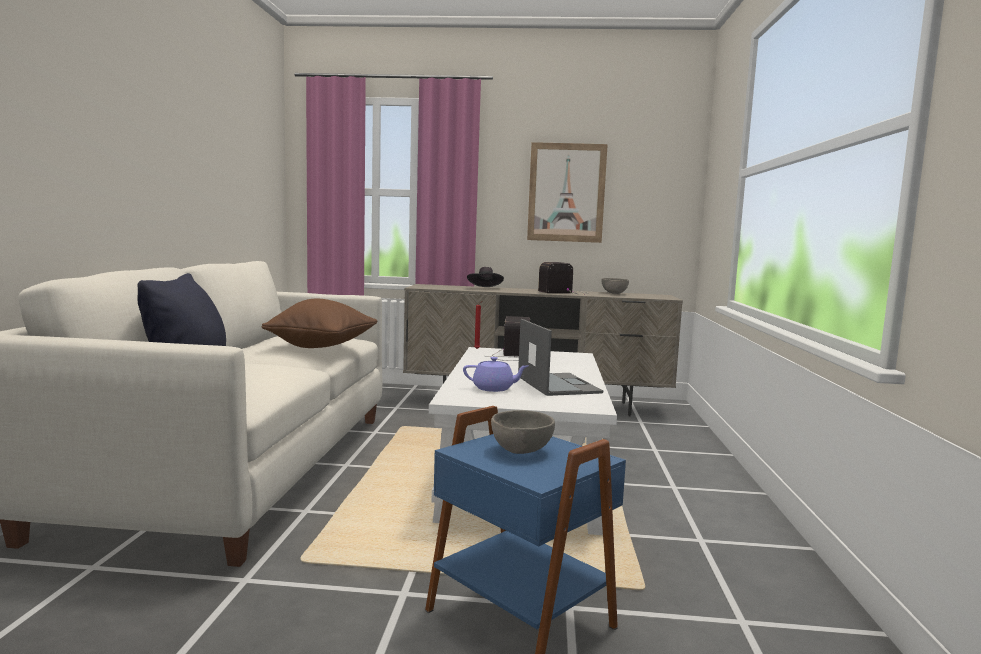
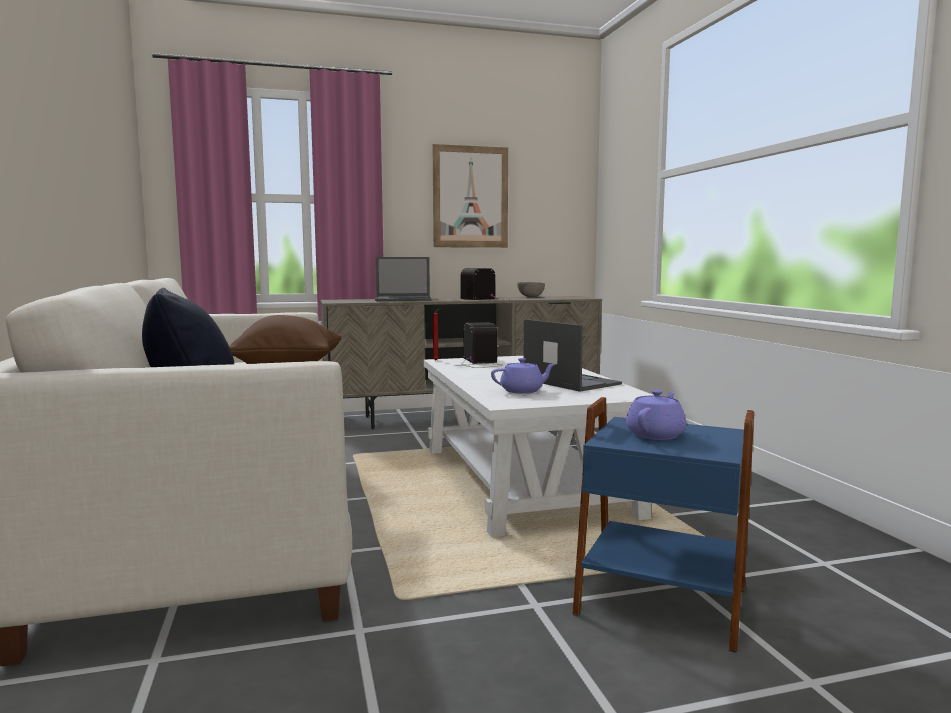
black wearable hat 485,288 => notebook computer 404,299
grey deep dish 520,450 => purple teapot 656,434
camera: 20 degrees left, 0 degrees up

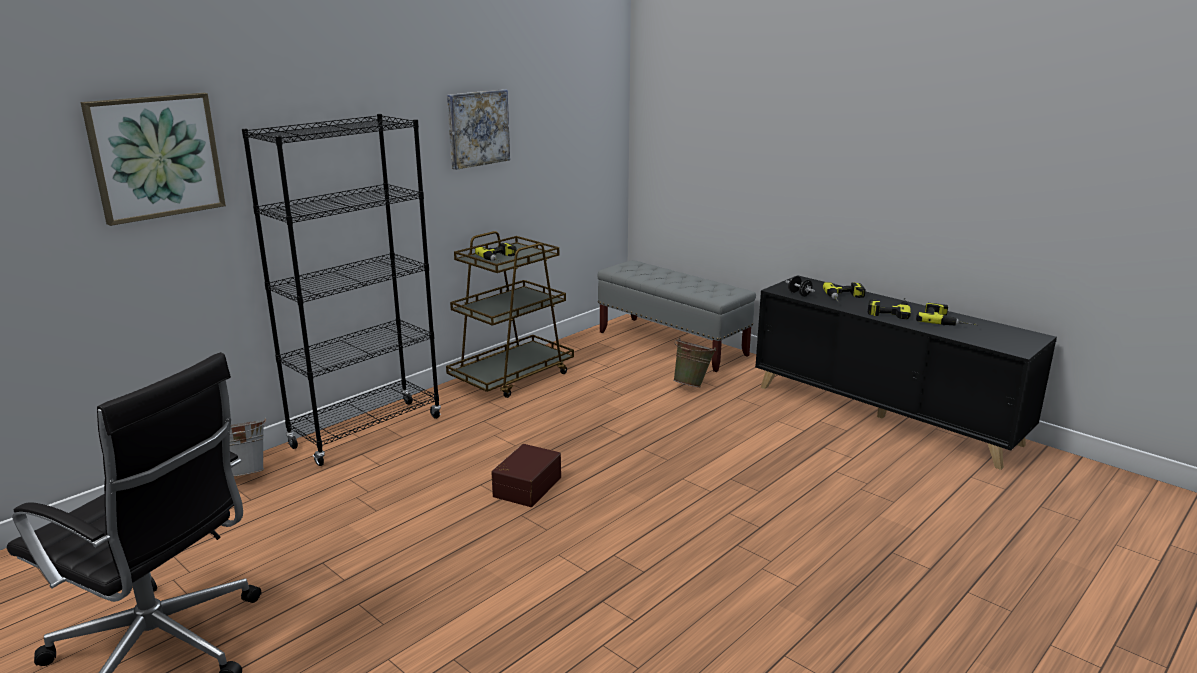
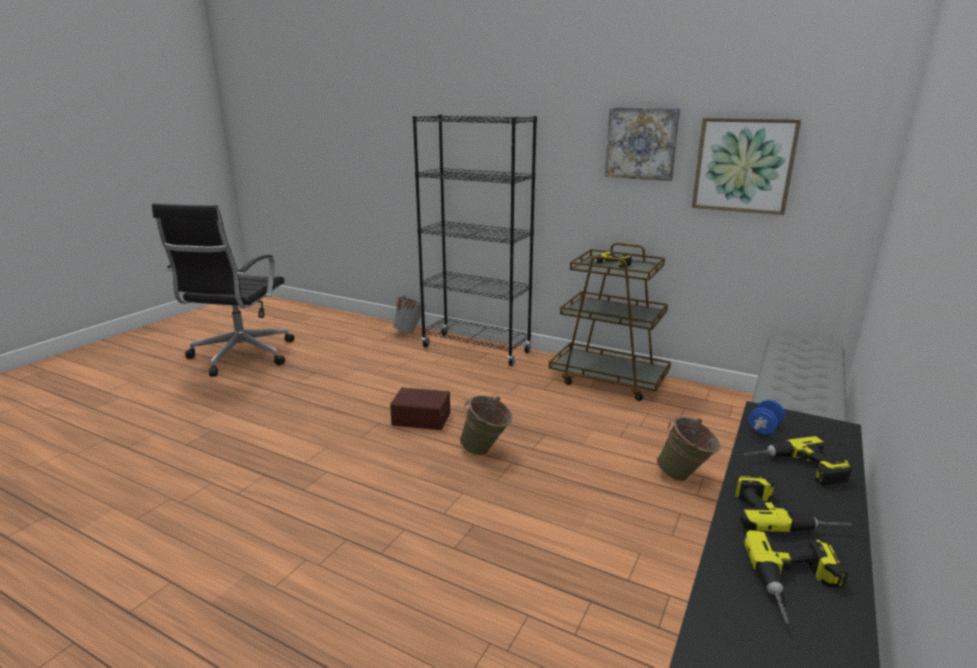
wall art 156,157 => wall art 743,165, move
black hand weight 799,294 => blue hand weight 764,428
nothing => greenish pail 486,451
camera: 75 degrees right, 0 degrees up

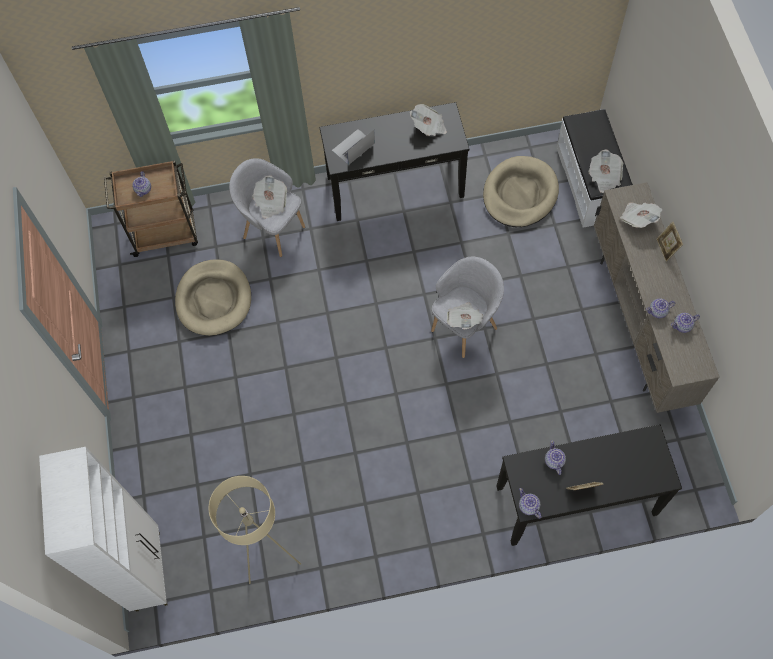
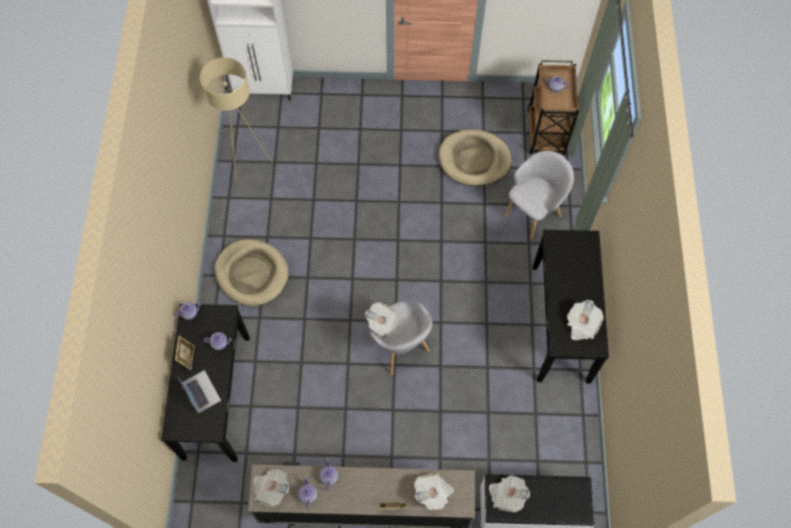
notebook computer 353,147 => notebook computer 201,391, move
beige-coloured dog cushion 520,194 => beige-coloured dog cushion 252,273, move
daily paper 271,203 => daily paper 271,488, move
camera: 100 degrees right, 0 degrees up

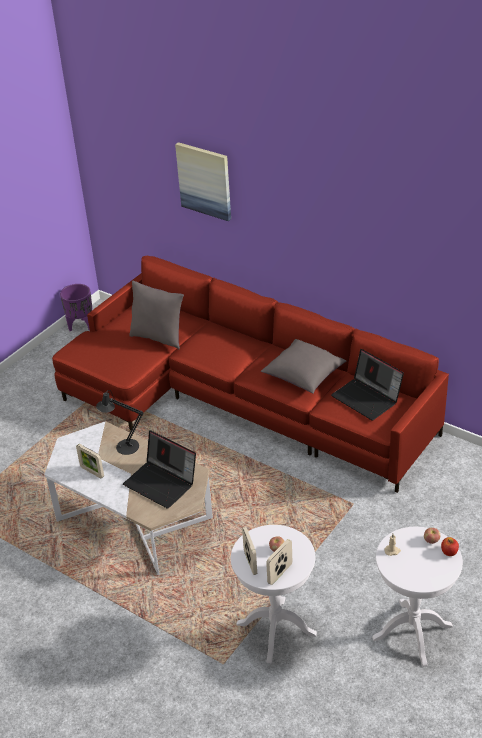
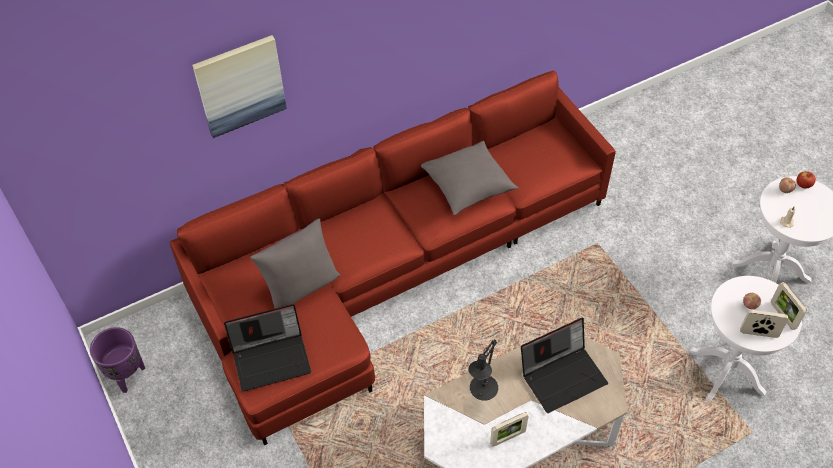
notebook computer 367,398 => notebook computer 272,358, move
camera: 65 degrees left, 15 degrees up

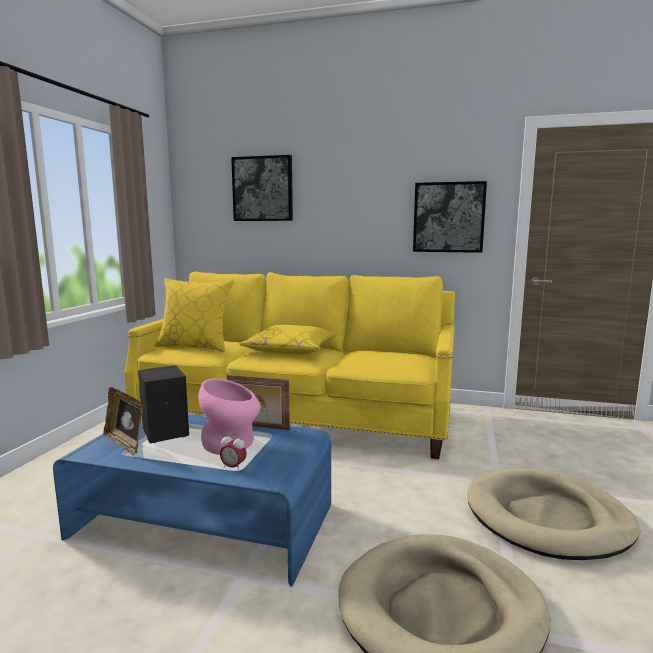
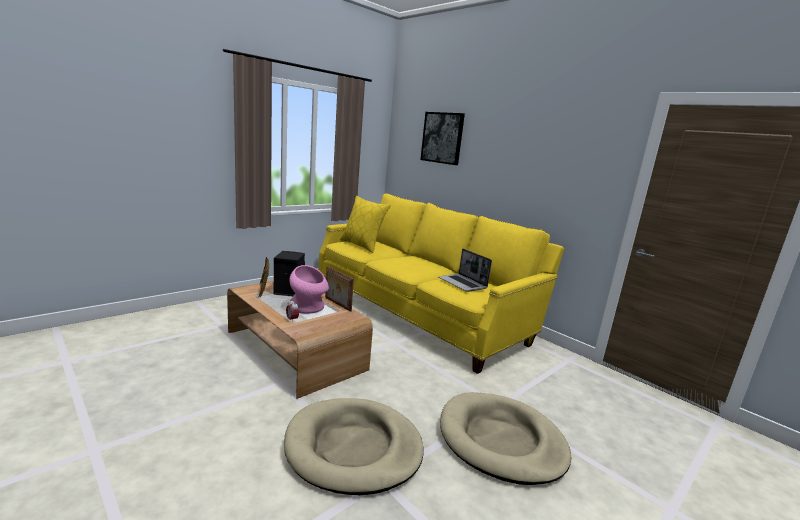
wall art 448,217 => nothing
yellow cushion 290,350 => nothing
blue lounge table 204,521 => brown-coloured lounge table 295,350
nothing => notebook computer 463,284
camera: 30 degrees right, 5 degrees up

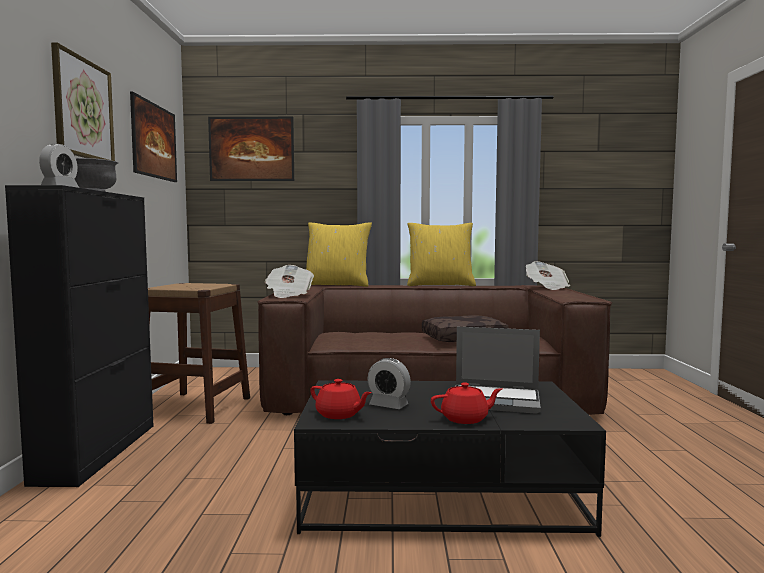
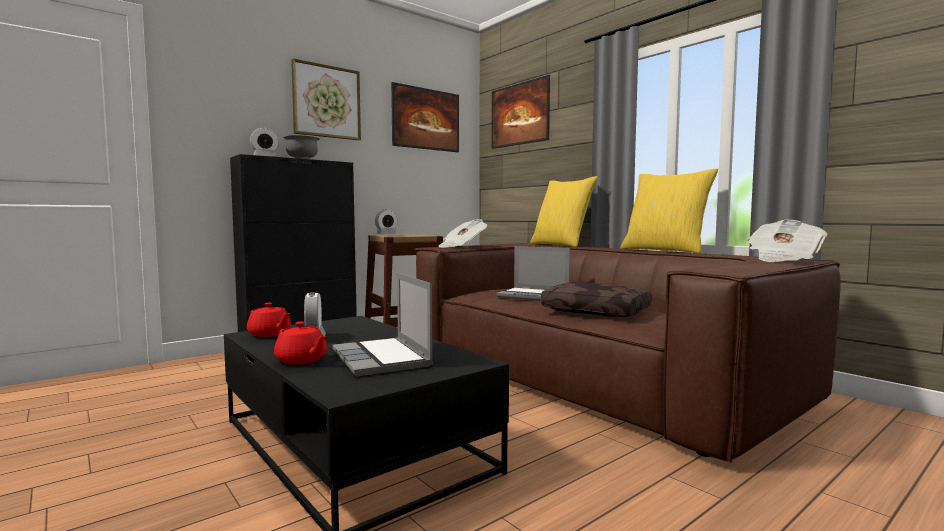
red teapot 339,414 => red teapot 269,334, 45 degrees counterclockwise
nothing => bedside clock 386,234
nothing => notebook computer 534,296
camera: 50 degrees right, 0 degrees up

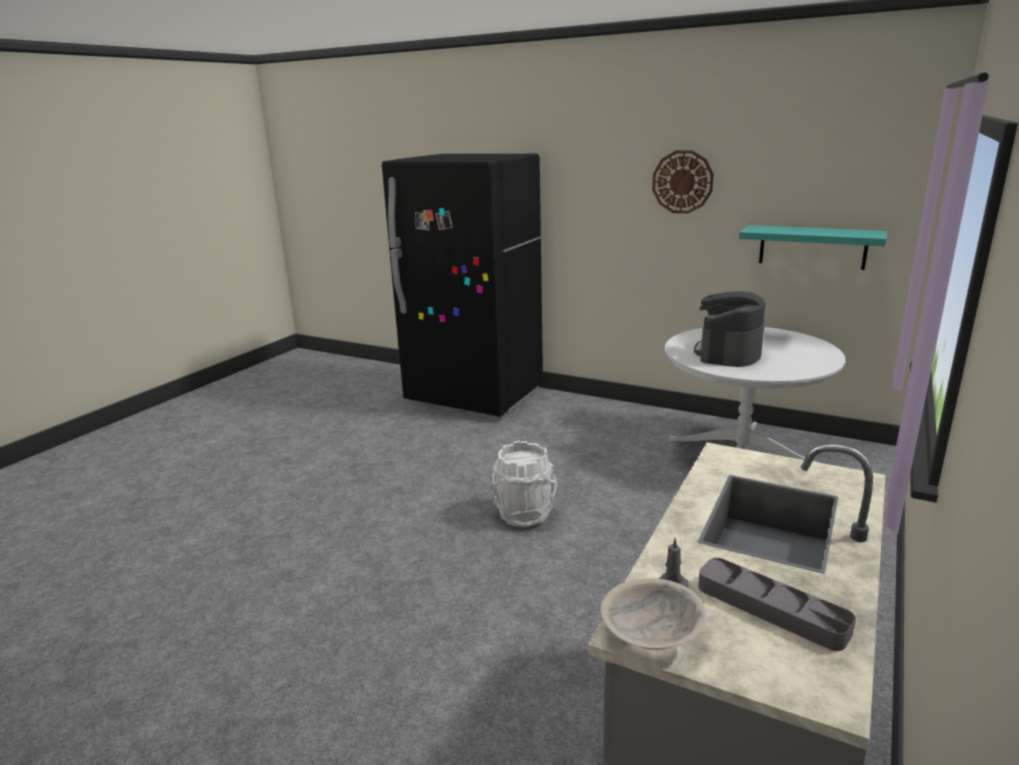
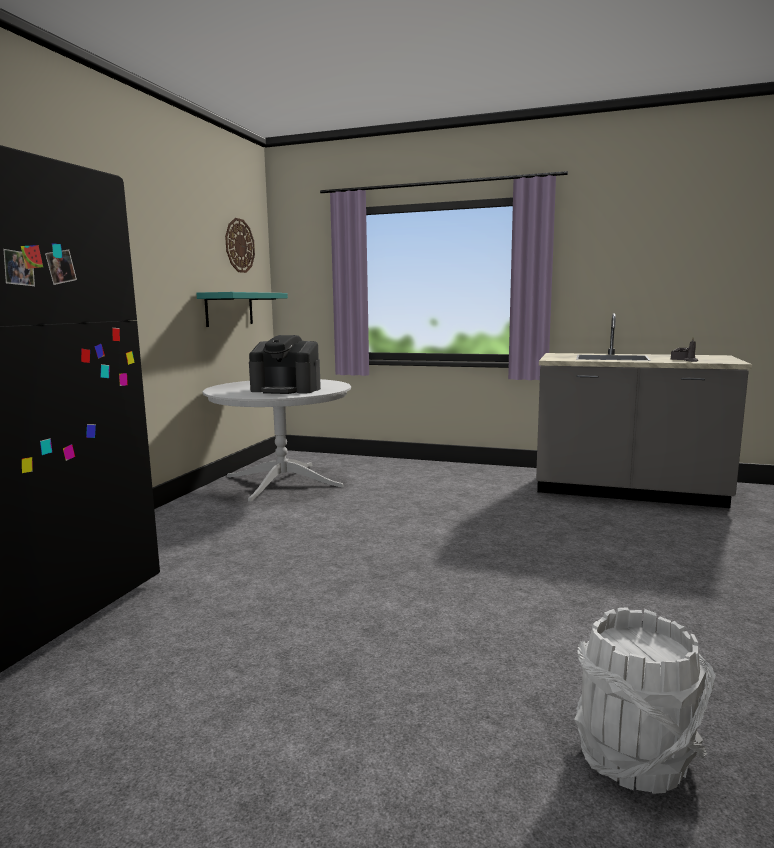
wall clock 682,182 => wall clock 239,245, move
white pail 523,514 => white pail 634,758, move
beige-coloured deep dish 652,635 => nothing
camera: 100 degrees left, 10 degrees down

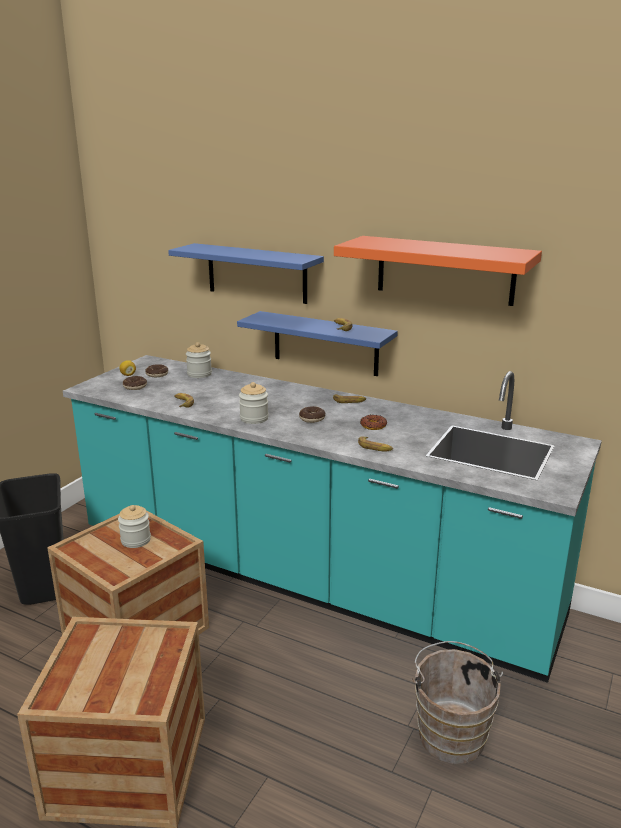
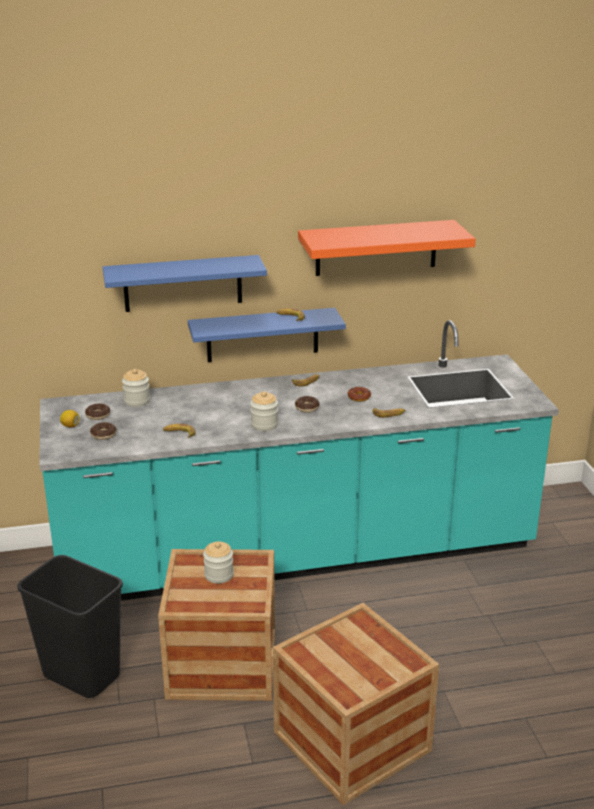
brown-coloured pail 450,732 => nothing
camera: 40 degrees left, 5 degrees up

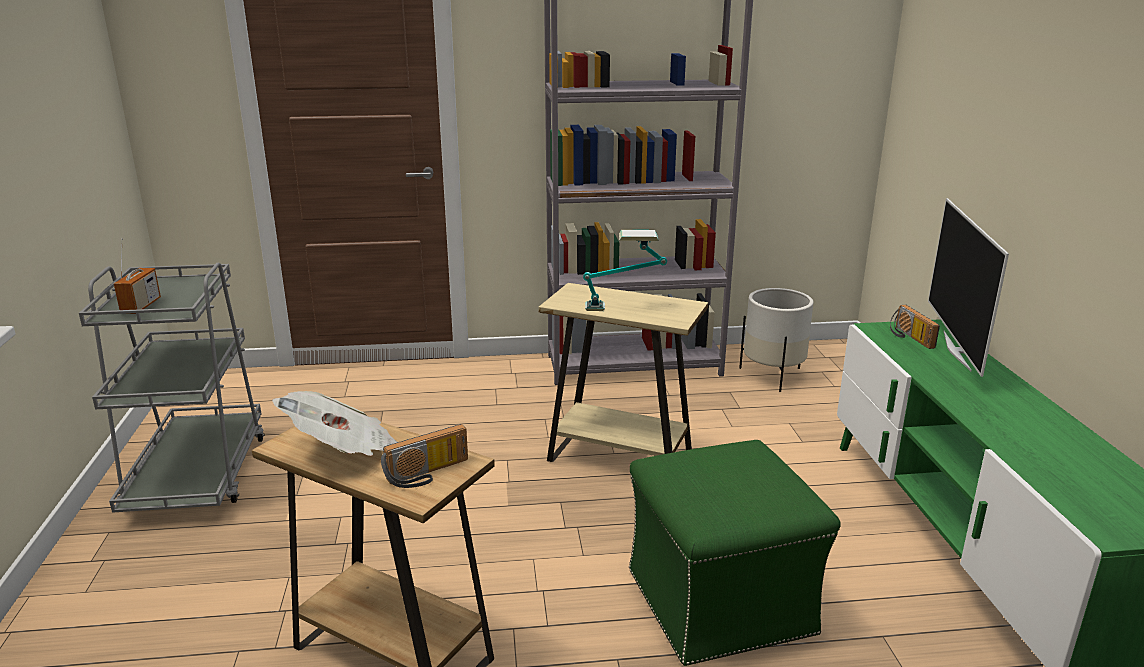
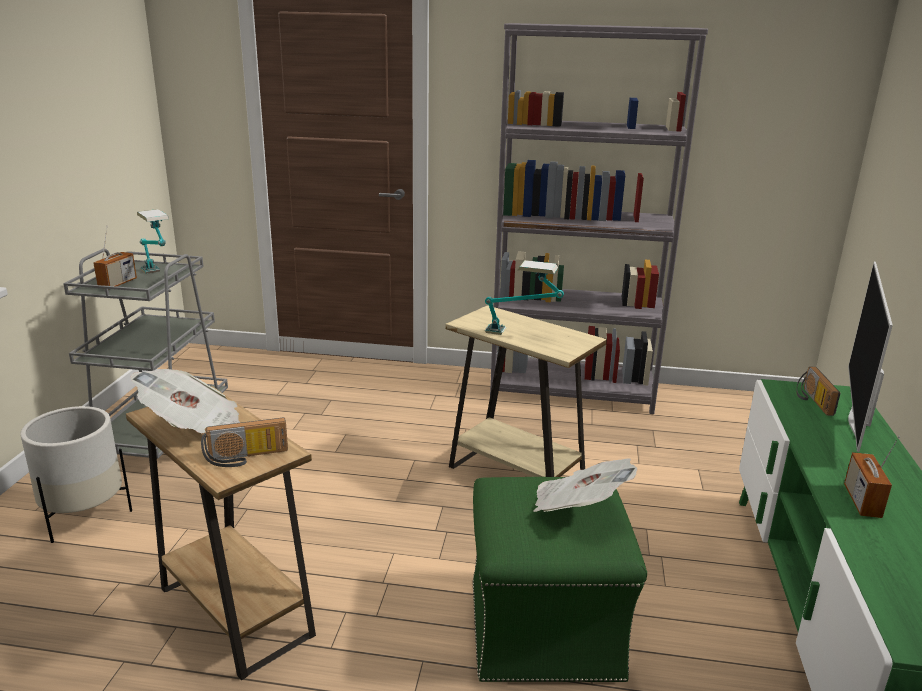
white flower pot 772,376 => white flower pot 85,516, move
nothing => lamp for a table 158,277
nothing => radio receiver 862,501
nothing => daily paper 578,507
camera: 15 degrees right, 0 degrees up

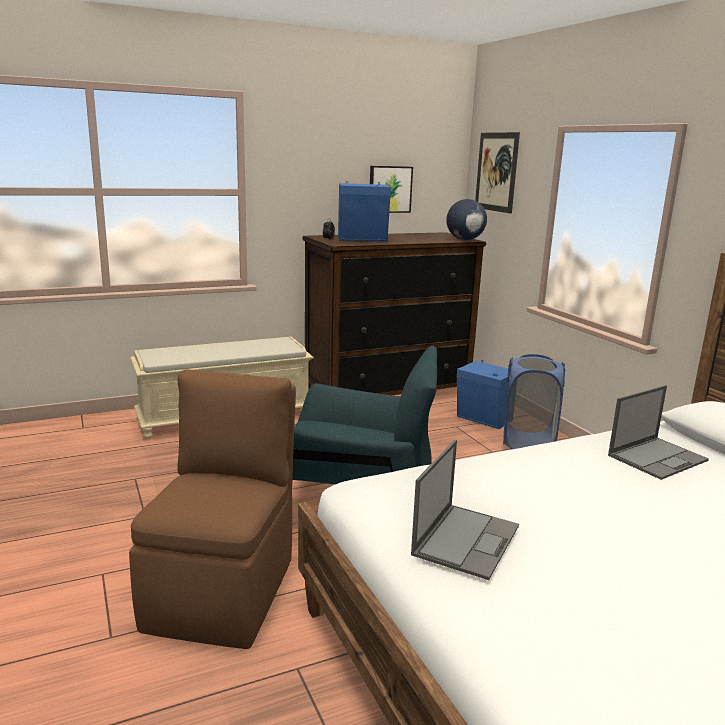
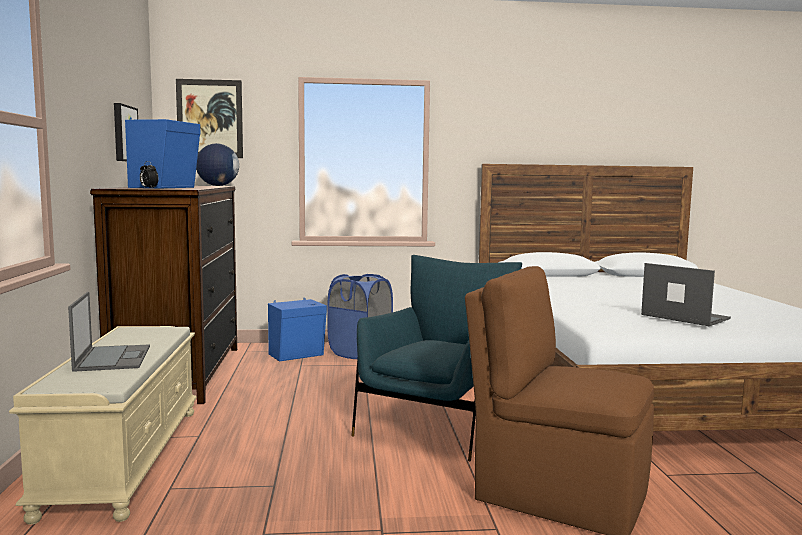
notebook computer 658,457 => notebook computer 113,358, move
camera: 70 degrees left, 10 degrees down

